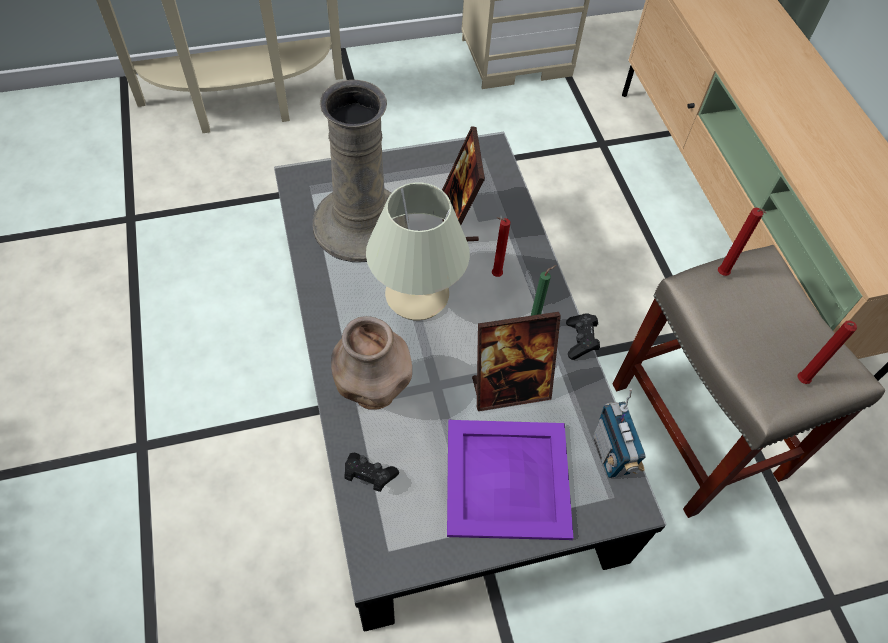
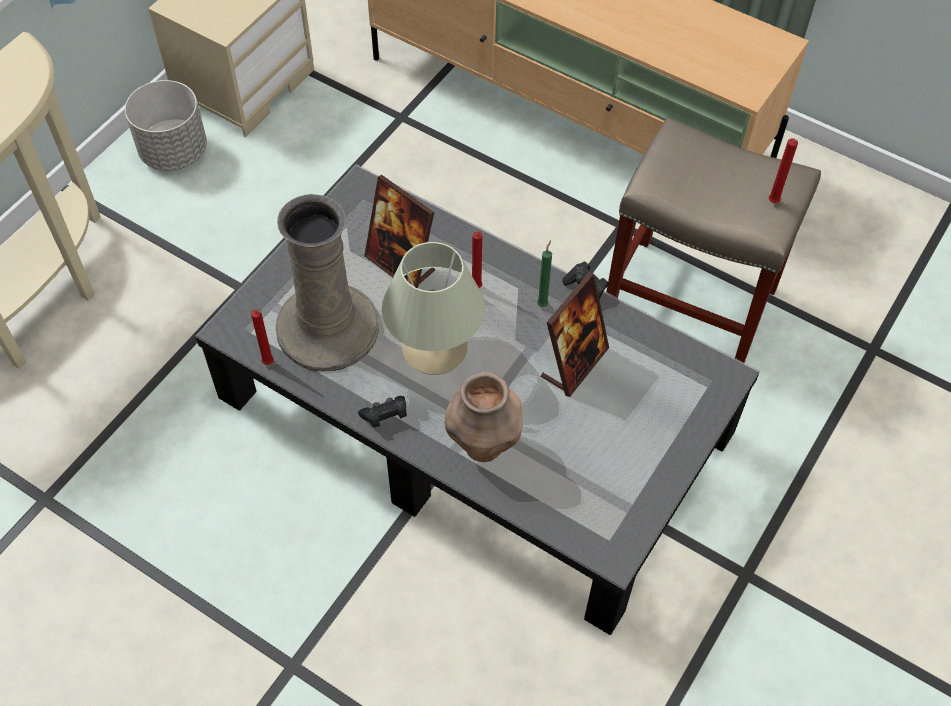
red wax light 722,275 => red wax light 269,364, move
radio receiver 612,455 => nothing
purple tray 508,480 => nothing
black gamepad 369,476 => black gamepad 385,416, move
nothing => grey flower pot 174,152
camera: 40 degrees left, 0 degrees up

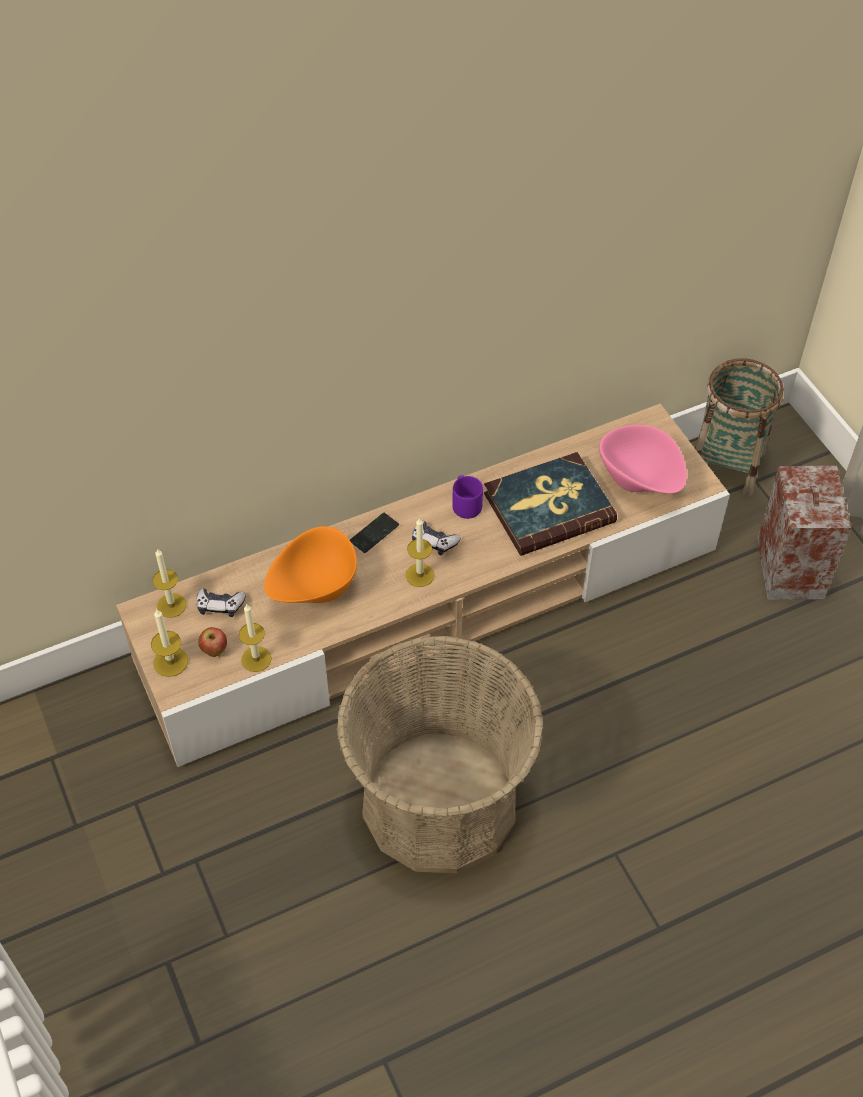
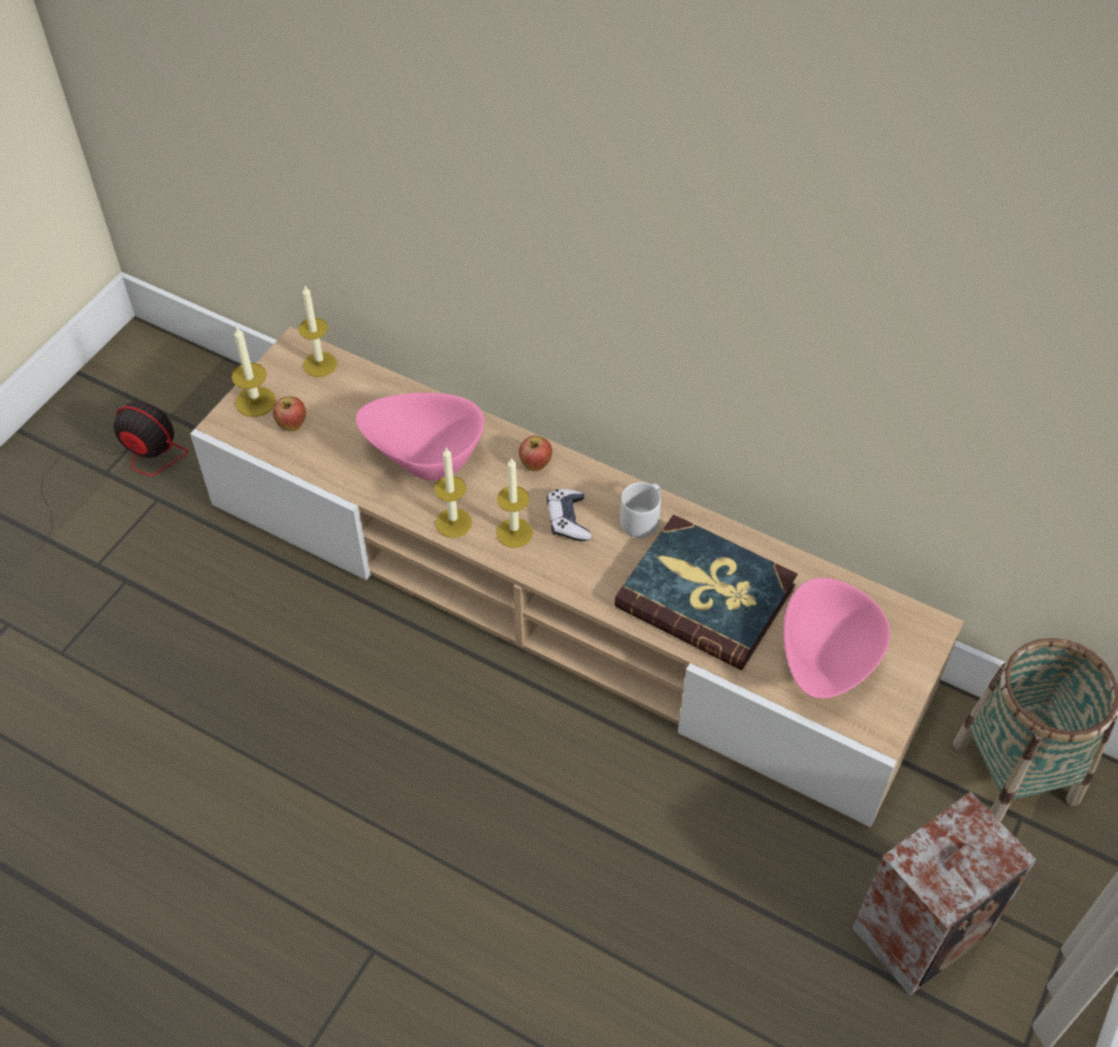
purple coffee mug 466,504 => grey coffee mug 642,519
handset 374,533 => whole apple 535,465
orangey deep dish 314,589 => pink deep dish 425,458
gamepad 220,606 => nothing
wax light 256,659 => wax light 453,523, move
storage basket 439,801 => nothing
nothing => cooling fan 121,467
camera: 55 degrees right, 0 degrees up

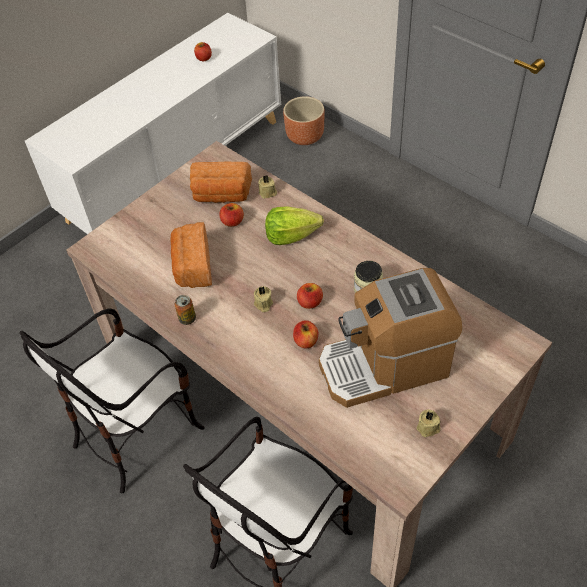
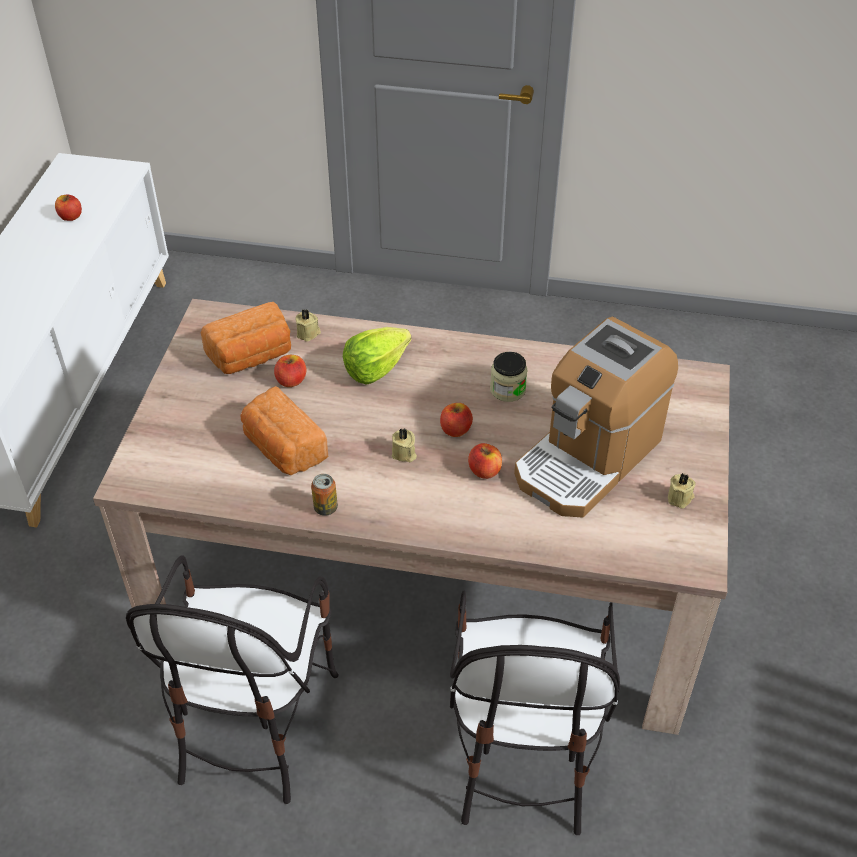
brown-coloured flower pot 305,137 => nothing
camera: 35 degrees left, 5 degrees down

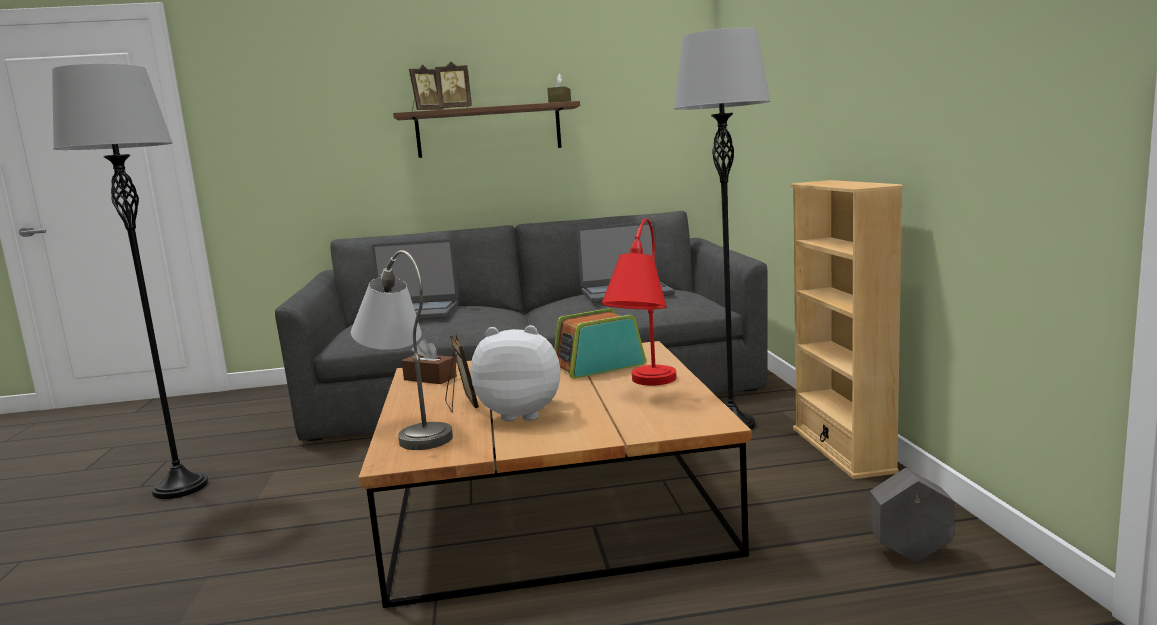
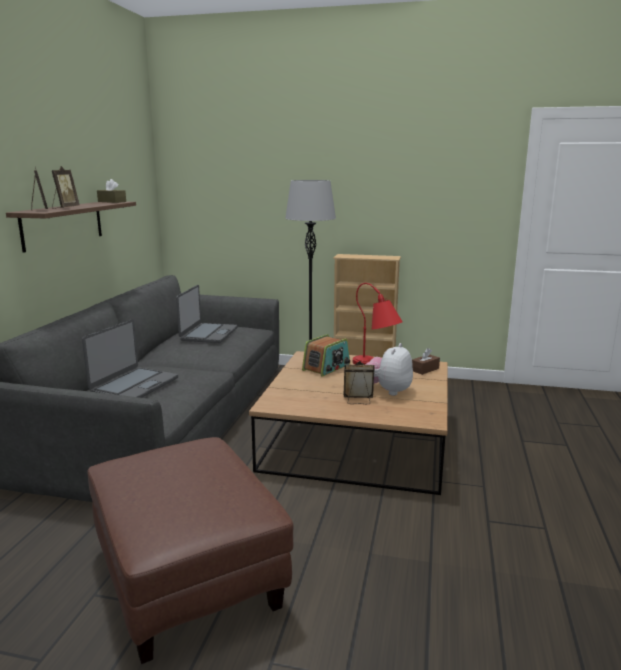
grey floor lamp 180,487 => brown-coloured pouffe 187,578
grey lamp for a table 410,430 => nothing
radio receiver 598,366 => radio receiver 327,367, 135 degrees counterclockwise
brown-coloured tissue holder 430,378 => brown-coloured tissue holder 425,369, move
grey flower pot 910,554 => nothing
camera: 70 degrees left, 5 degrees up

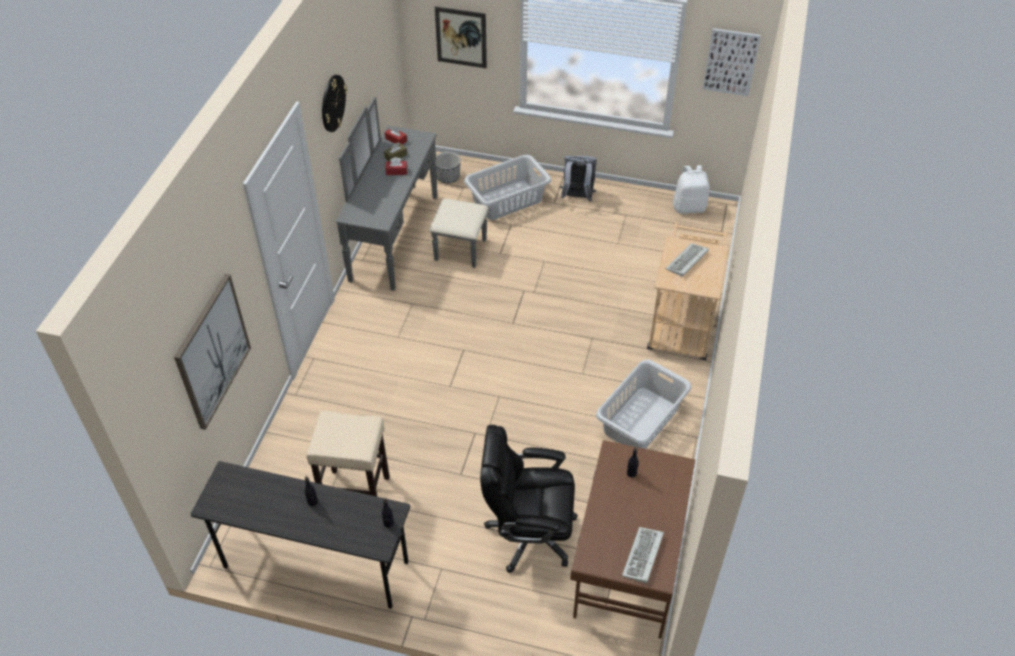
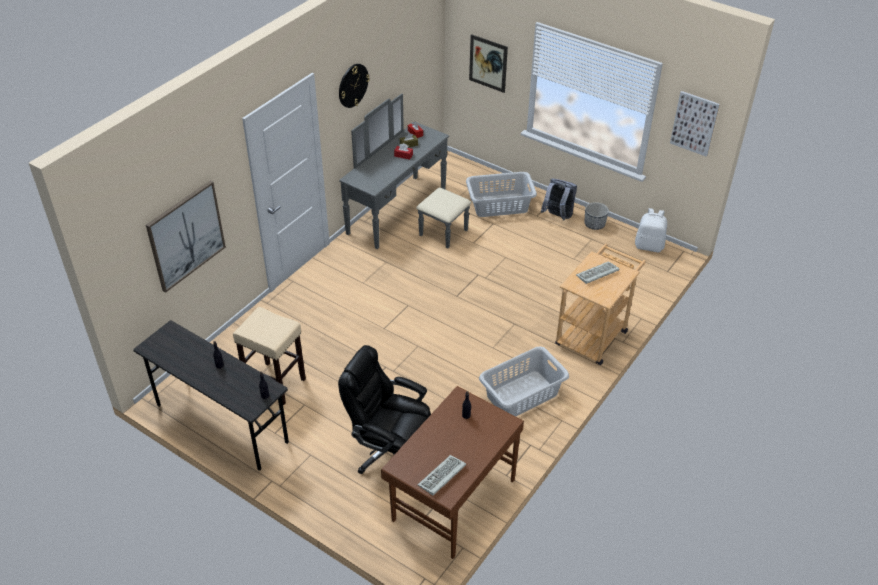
flower pot 448,177 => flower pot 594,224, move
camera: 20 degrees right, 5 degrees down

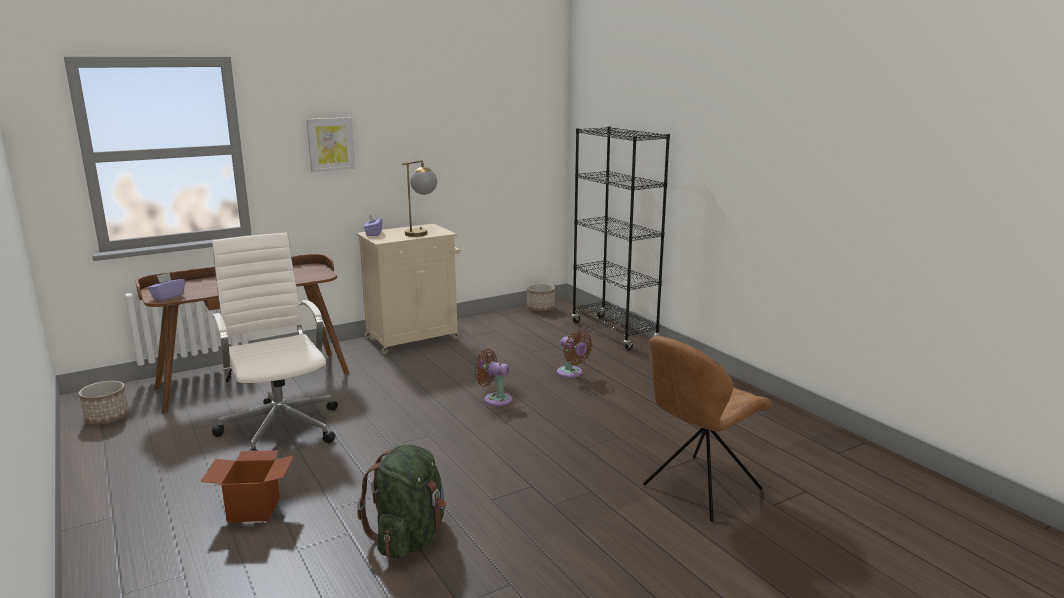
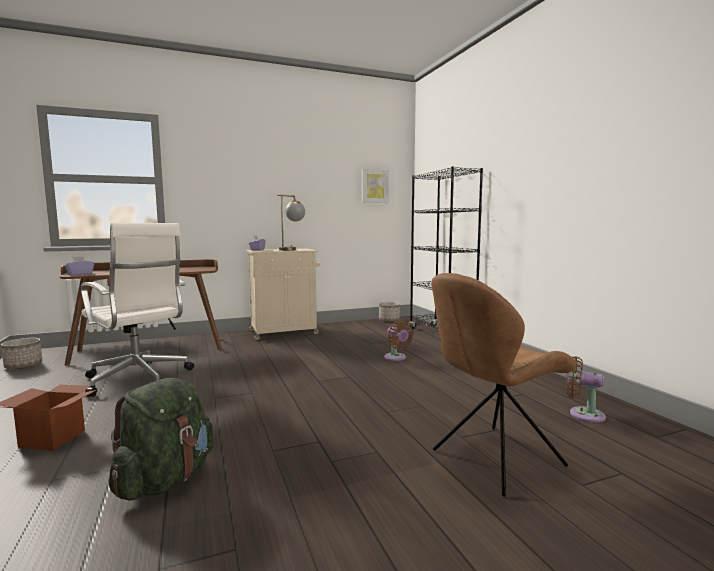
wall art 331,144 => wall art 374,186, move
white desk chair 281,427 => white desk chair 139,379, 150 degrees clockwise
brown-coloured cooling fan 495,399 => brown-coloured cooling fan 582,414, move
camera: 10 degrees right, 10 degrees down

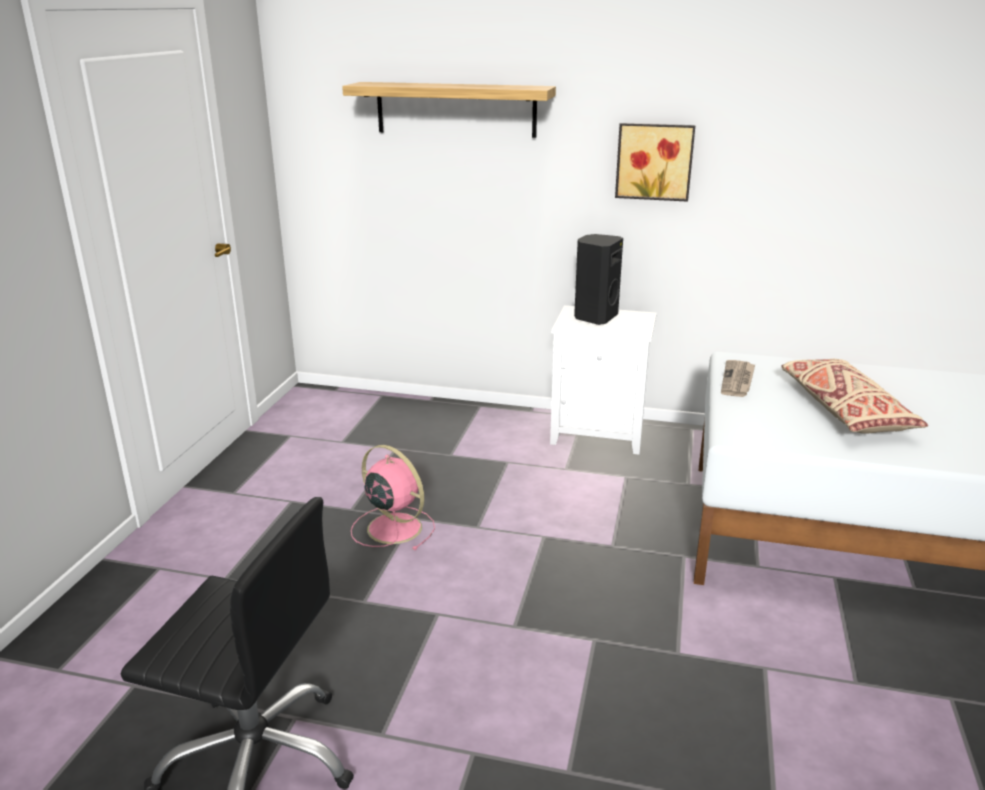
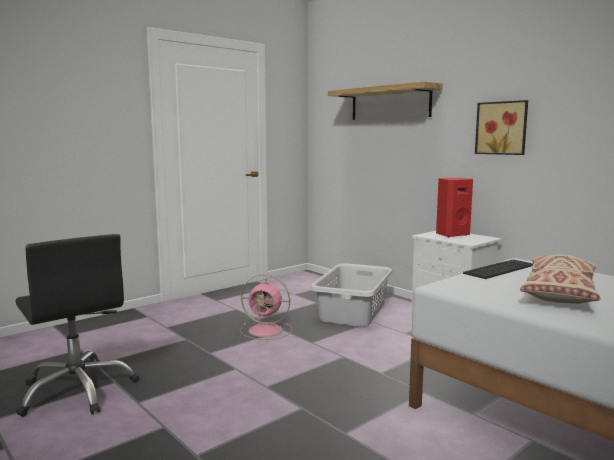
black speaker 594,317 => red speaker 451,235
daily paper 738,380 => PC keyboard 500,269
pink cooling fan 392,527 => pink cooling fan 267,330, 120 degrees clockwise
nothing => grey washing basket 354,312
camera: 35 degrees right, 15 degrees down

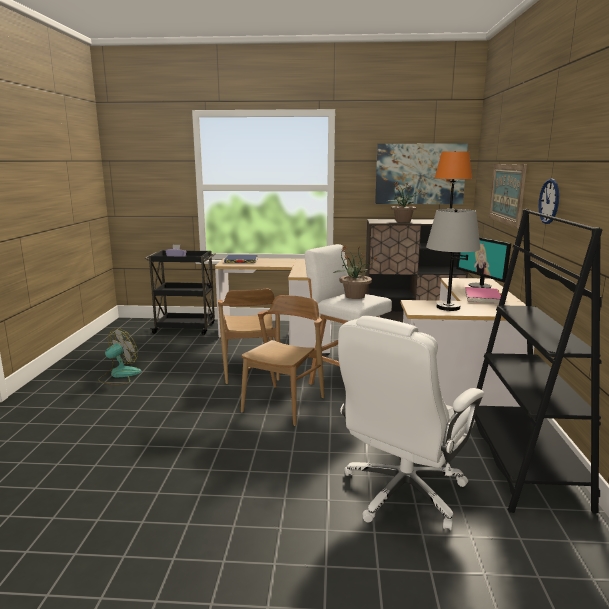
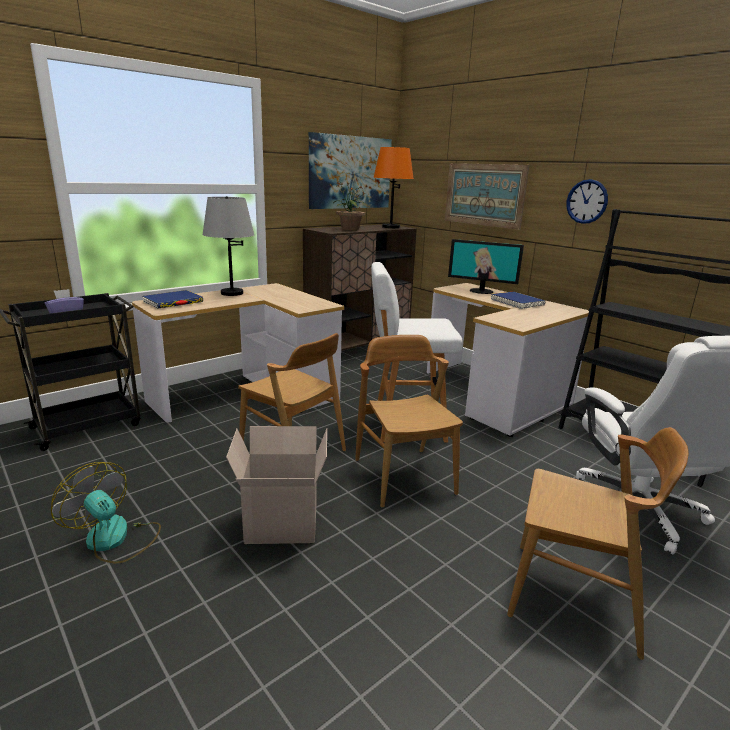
grey lamp for a table 448,307 => grey lamp for a table 232,293, move
plant in a pot 354,296 => nothing
pink bound book 482,298 => blue bound book 517,302
cooling fan 119,375 => cooling fan 115,540, 45 degrees counterclockwise
nothing => cardboard box 280,526
nothing => brown-coloured chair 574,597
camera: 45 degrees left, 5 degrees up

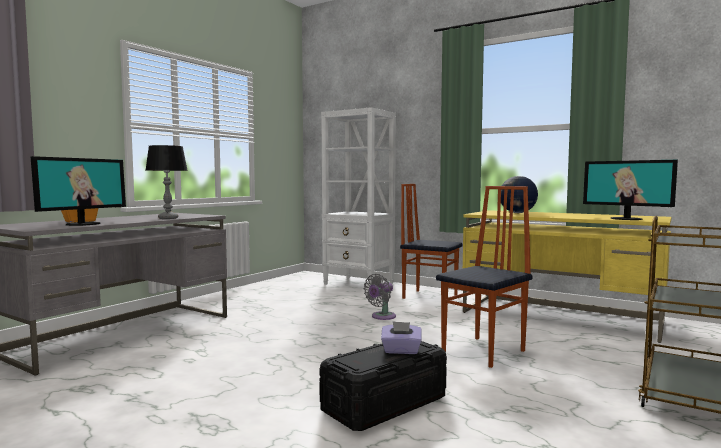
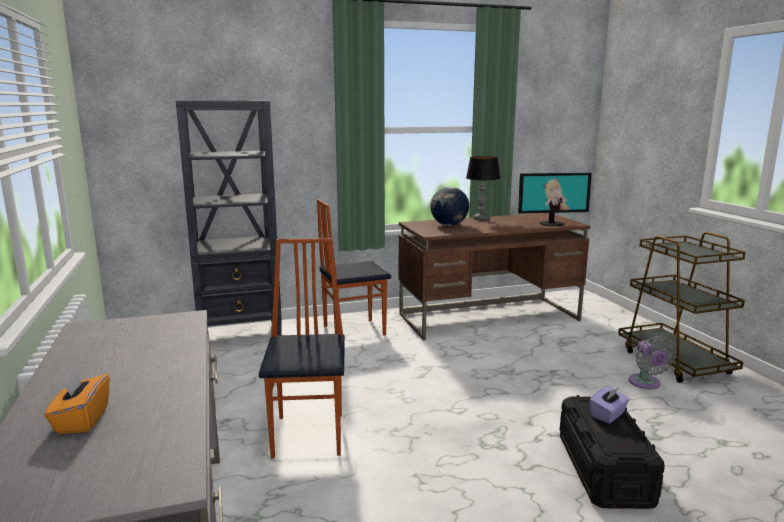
white bookshelf 359,284 => black bookshelf 241,337
lamp for a table 168,218 => lamp for a table 481,218, move
computer display 83,224 => nothing
chair 485,352 => chair 310,434, move
yellow desk 561,317 => brown-coloured desk 489,317
grey cooling fan 381,317 => grey cooling fan 646,384, move
camera: 50 degrees left, 10 degrees up

